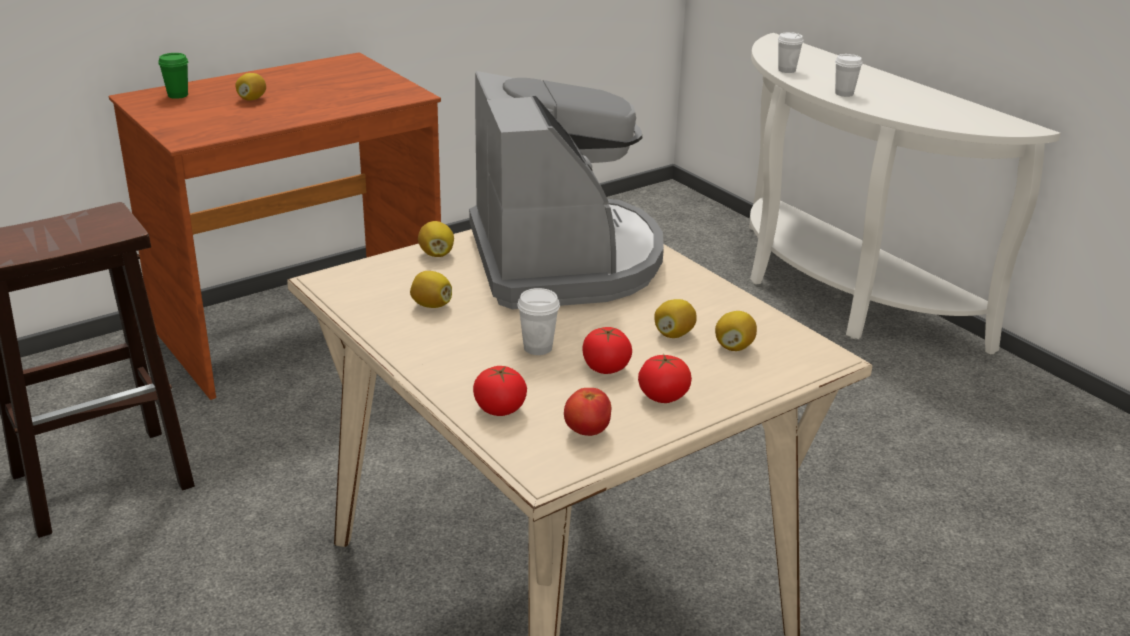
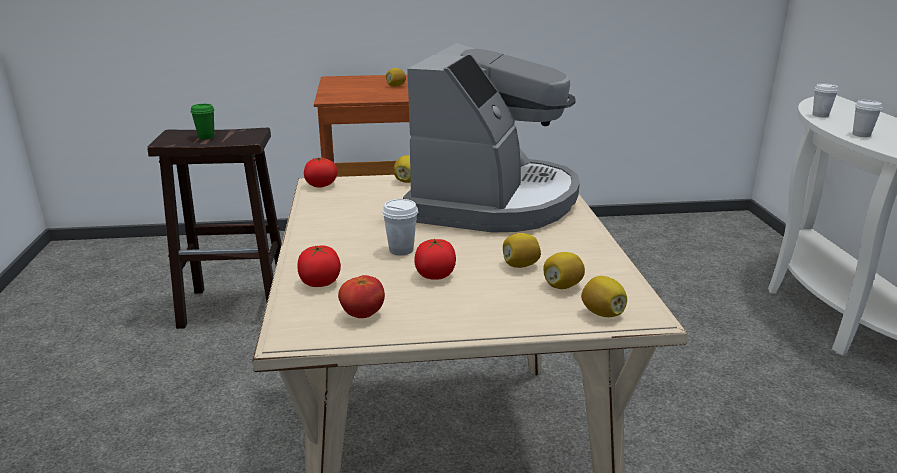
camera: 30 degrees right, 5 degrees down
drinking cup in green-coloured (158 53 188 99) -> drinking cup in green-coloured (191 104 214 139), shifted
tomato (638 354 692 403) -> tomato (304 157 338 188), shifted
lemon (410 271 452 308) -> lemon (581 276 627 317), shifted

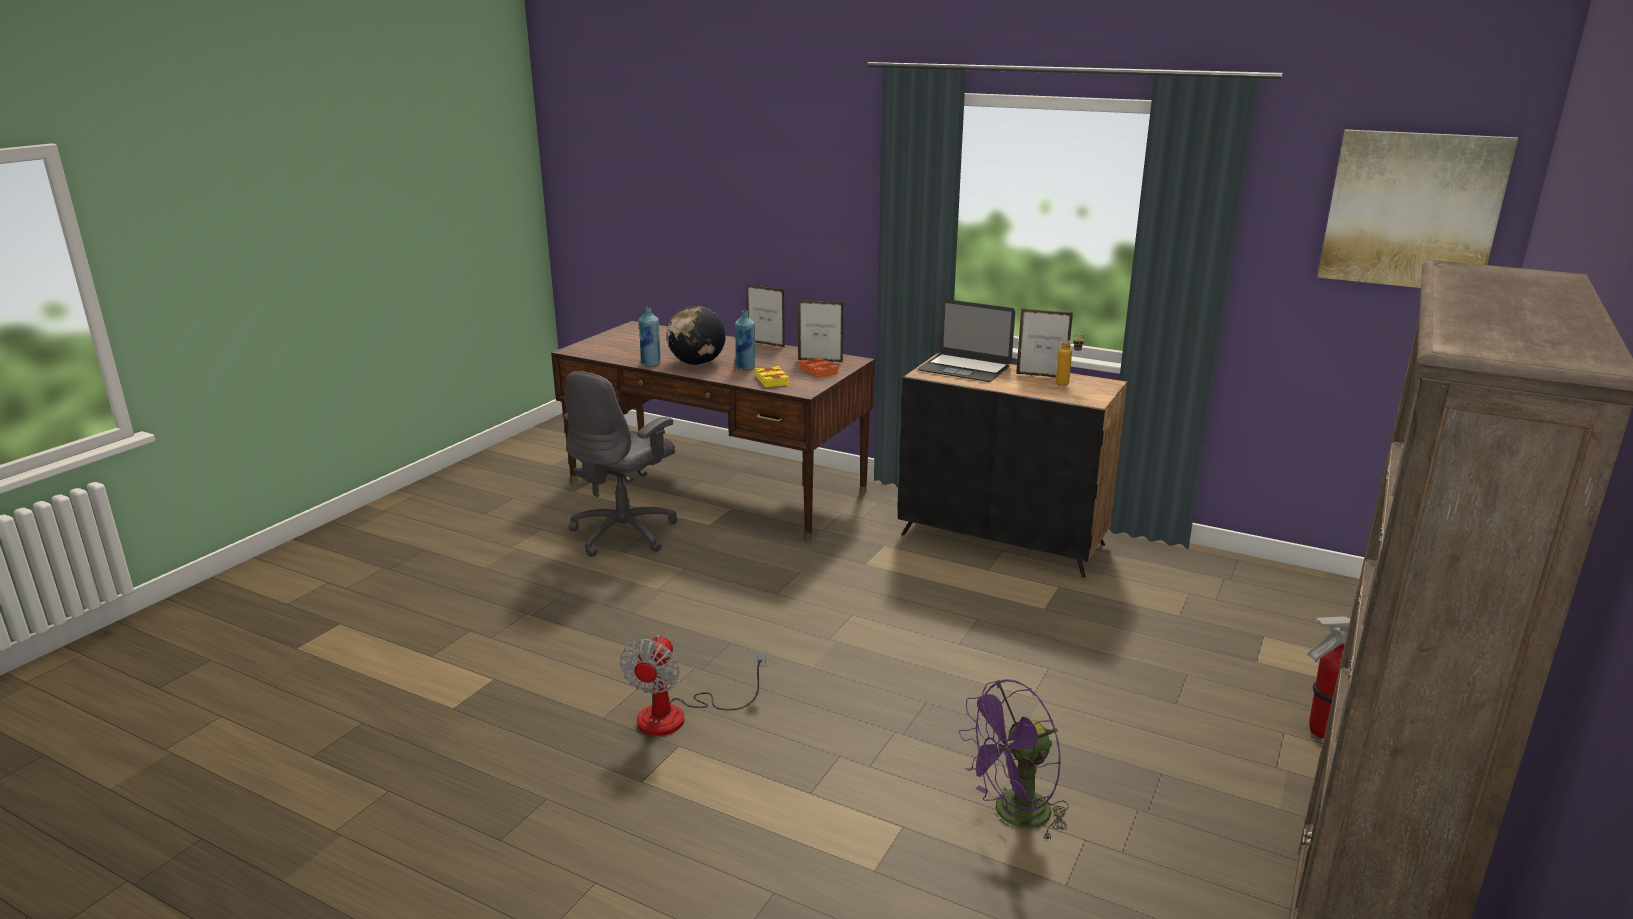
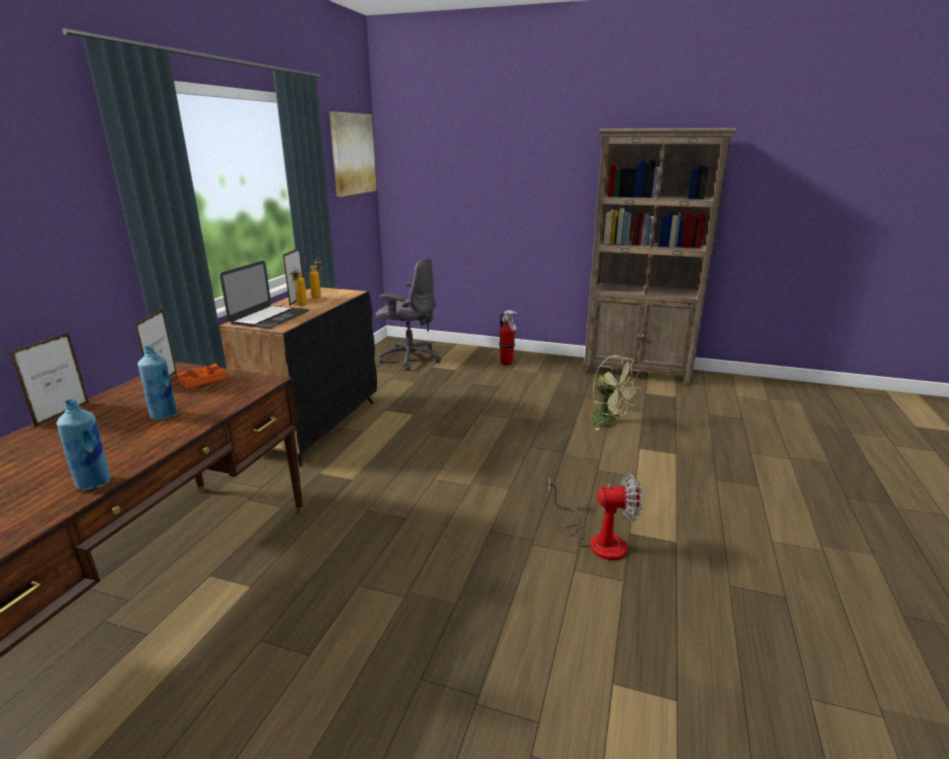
camera: 100 degrees left, 0 degrees up
none -> drink bottle (291 267 307 306)
computer chair in grey (563 371 677 557) -> computer chair in grey (375 257 441 371), shifted
fan in purple (959 679 1069 842) -> fan in green-coloured (590 355 641 431)
desk globe (667 306 726 365) -> none
bound book in yellowish (755 366 789 387) -> none

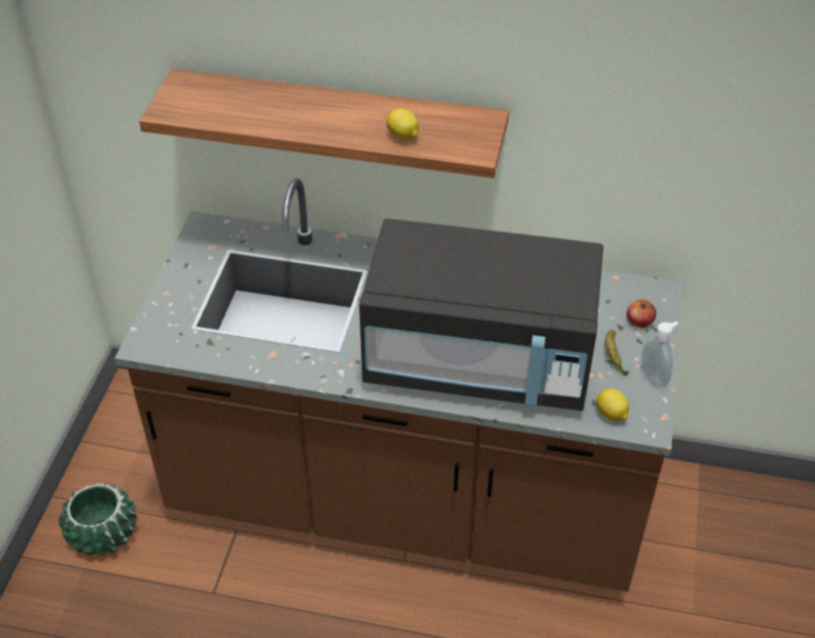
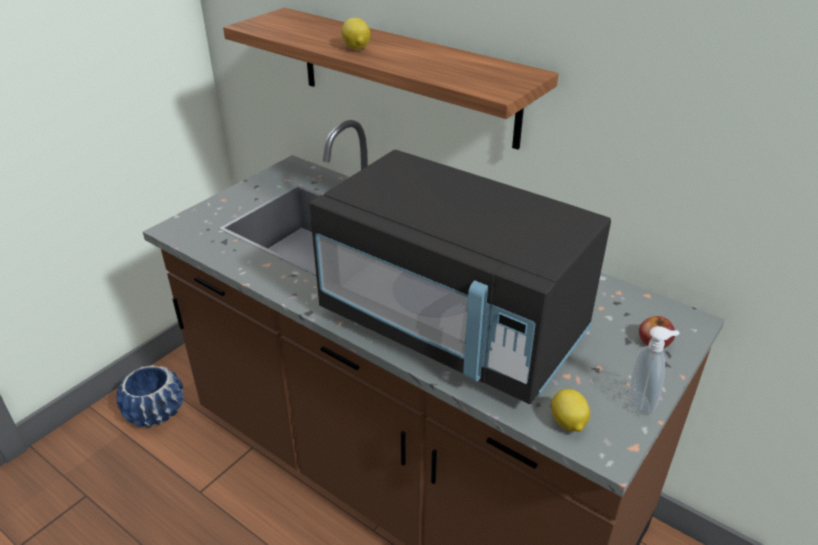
camera: 25 degrees right, 10 degrees down
plant pot in green-coloured (59 482 137 556) -> plant pot in blue-coloured (116 365 183 427)
lemon (386 109 419 141) -> lemon (341 18 371 50), shifted
banana (605 330 628 376) -> none

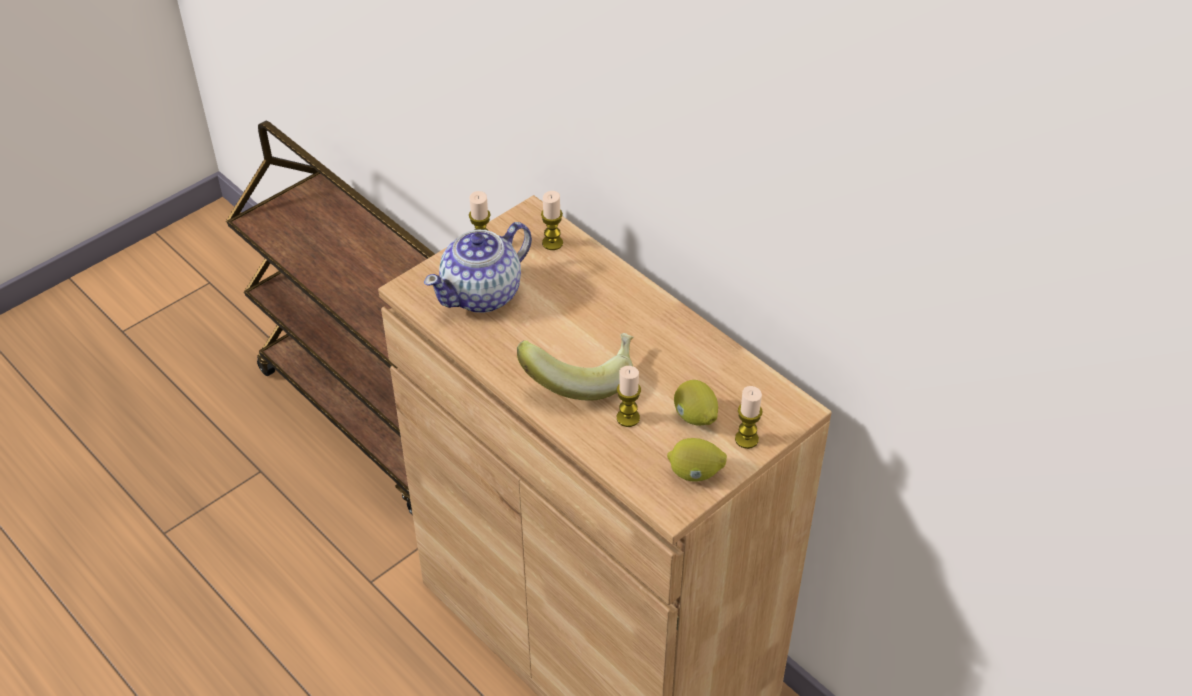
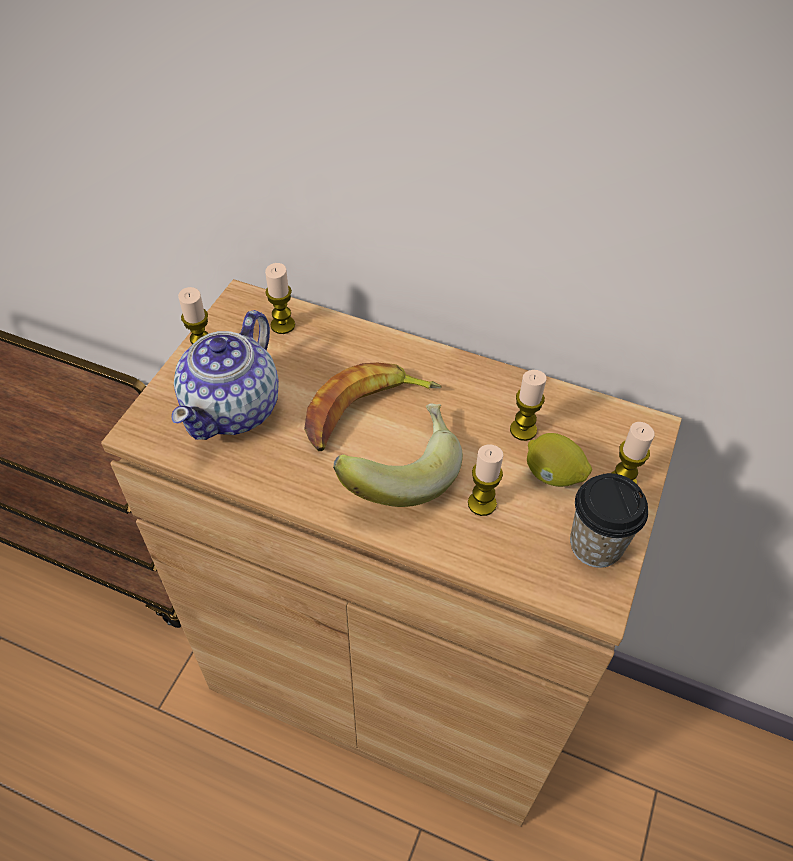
camera: 25 degrees left, 5 degrees up
none -> banana (304 363 442 451)
none -> wax candle (510 370 547 441)
lemon (667 438 727 482) -> drinking cup (570 473 648 568)

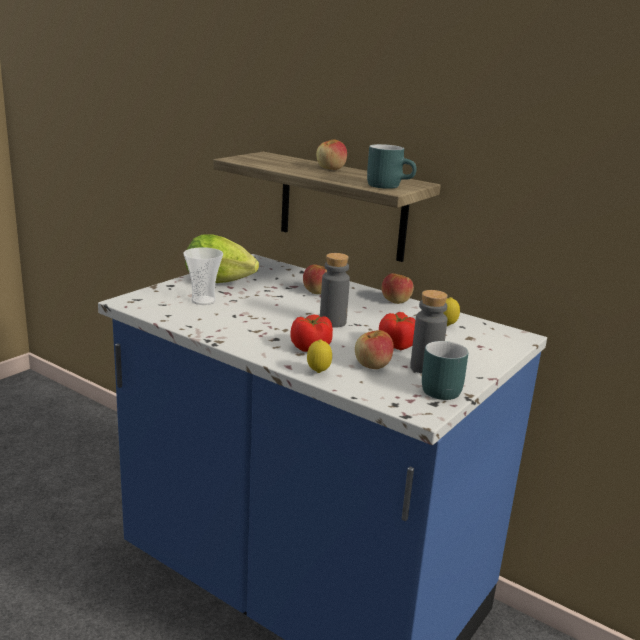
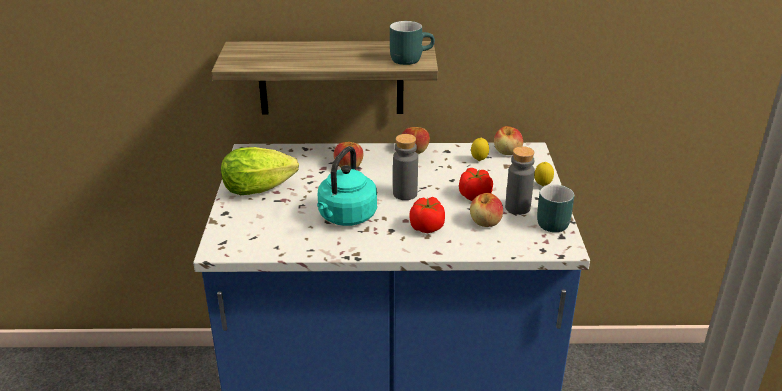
camera: 35 degrees left, 10 degrees up
none -> tea kettle in blue-green (317 146 377 226)
apple fruit (316 140 347 170) -> apple fruit (494 126 523 155), shifted
lemon (307 339 332 373) -> lemon (534 162 554 186), shifted
drinking cup (183 247 223 305) -> none

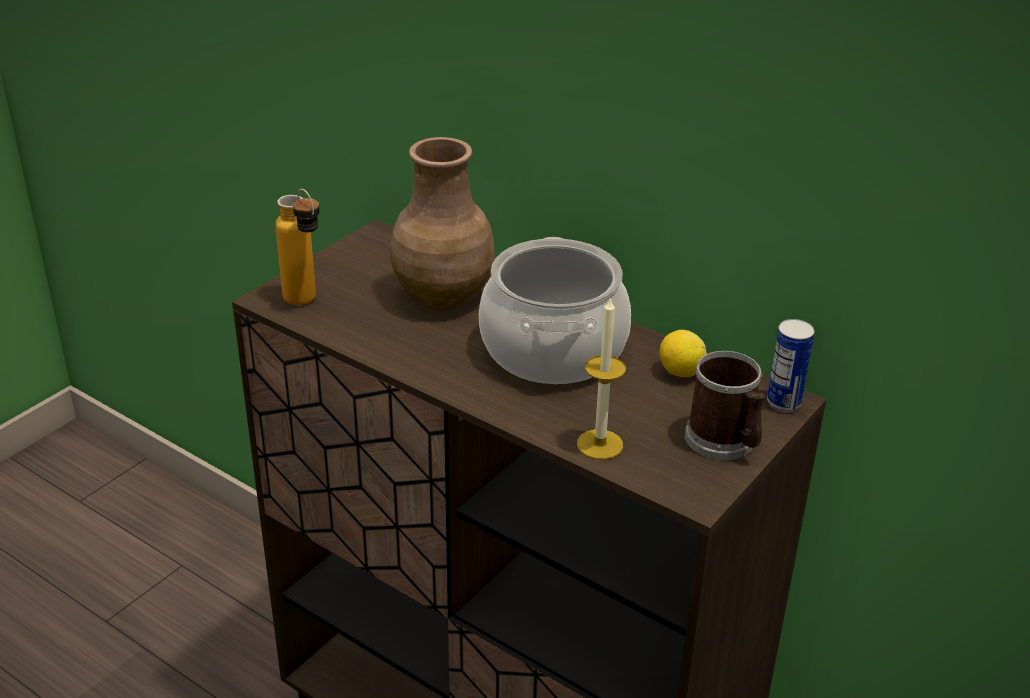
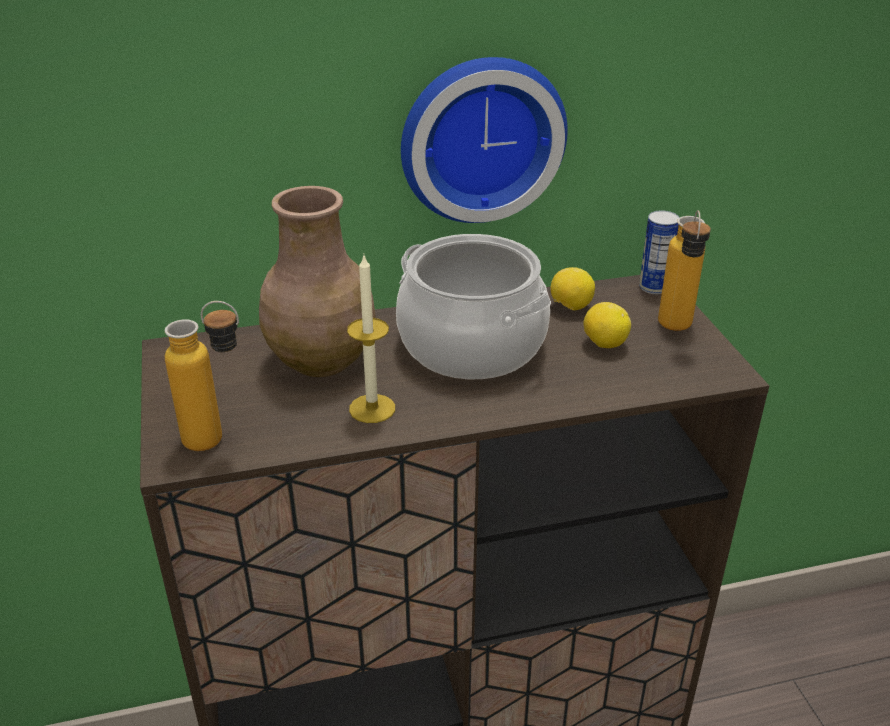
camera: 50 degrees left, 0 degrees up
wax candle (577 296 626 460) -> wax candle (347 256 395 423), shifted
none -> wall clock (401 57 568 223)
none -> lemon (583 302 631 348)
coffee mug (685 351 765 460) -> drink bottle (658 210 711 331)

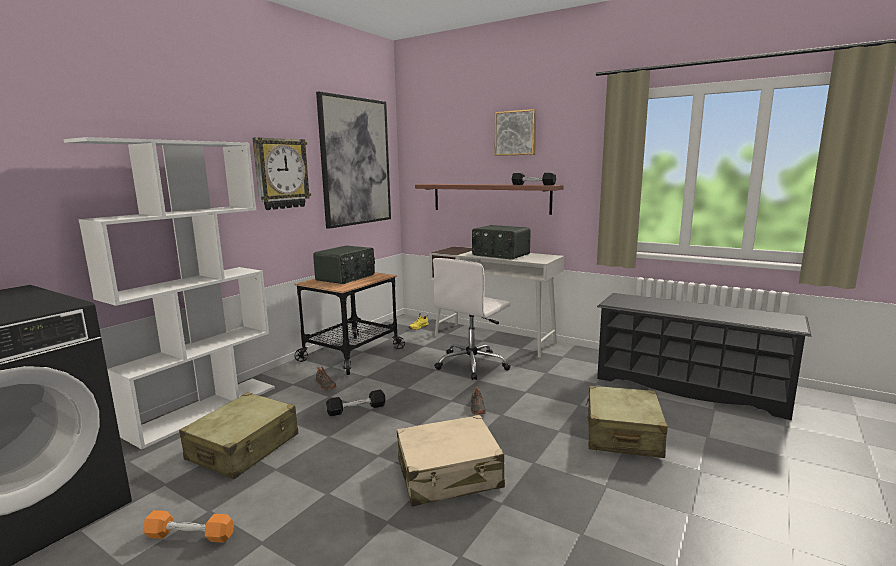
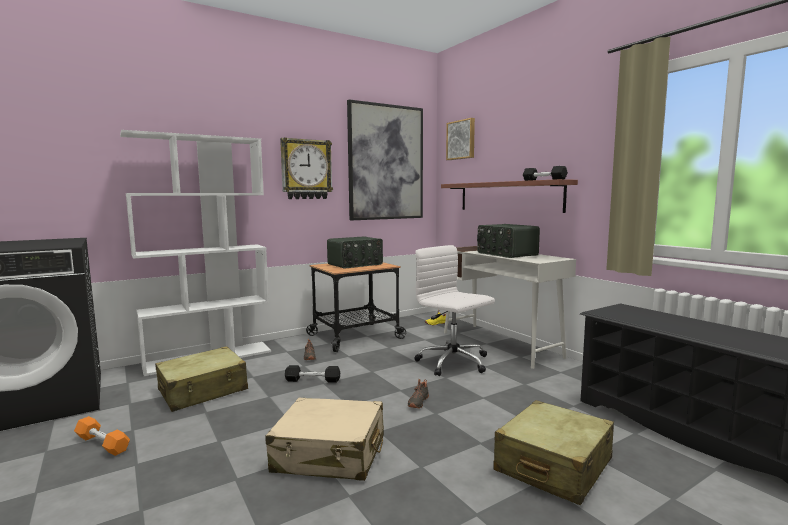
camera: 25 degrees right, 5 degrees down
computer chair in white-coloured (433 258 511 380) -> computer chair in white-coloured (414 245 495 376), 75 degrees clockwise
wall art (495 109 536 156) -> wall art (446 118 475 160), shifted

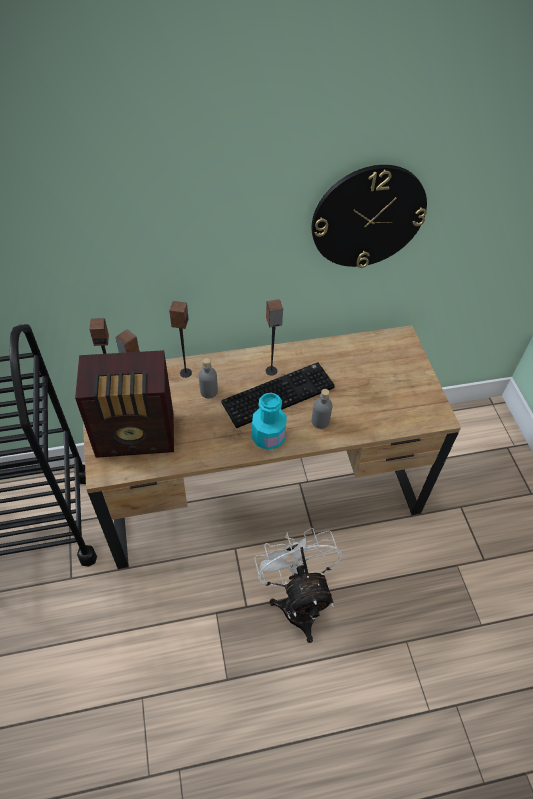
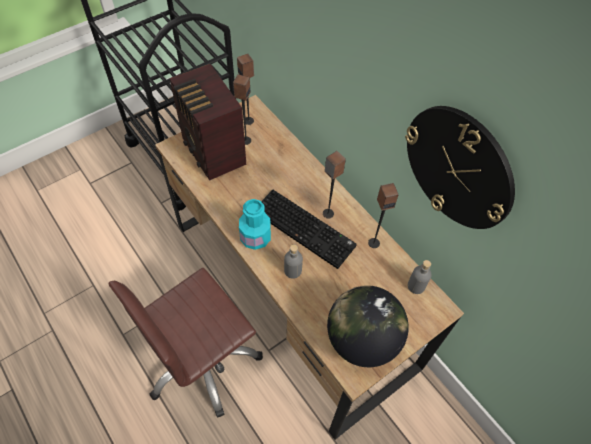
camera: 65 degrees right, 5 degrees up
fan in white-coloured (254 527 342 643) -> computer chair in brown (109 268 263 418)
none -> desk globe (327 285 409 367)
loudspeaker (169 301 192 378) -> loudspeaker (368 183 399 248), shifted
drink bottle in grey (199 358 218 398) -> drink bottle in grey (408 260 432 294), shifted

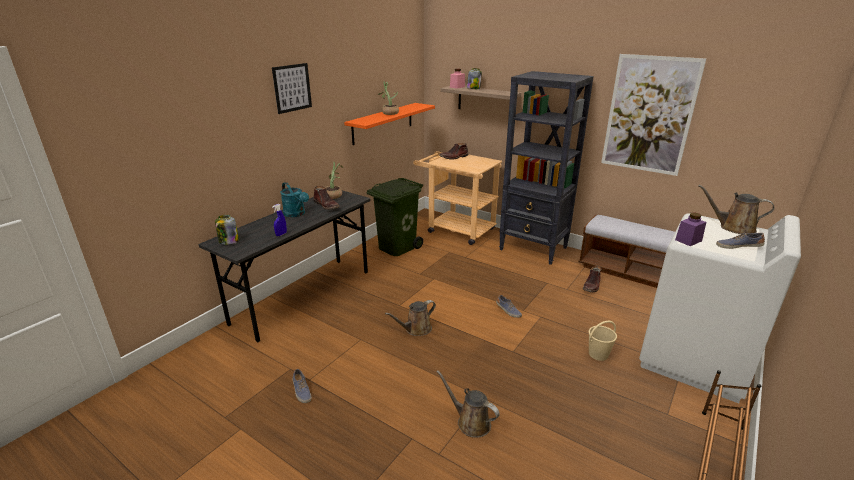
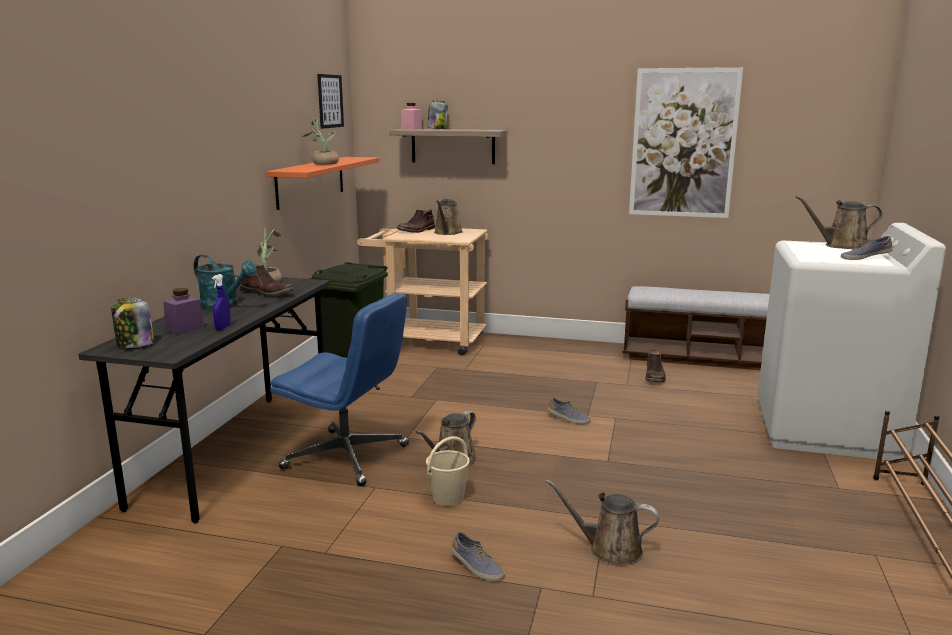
camera: 20 degrees left, 10 degrees down
preserve jar in purple (675 212 706 246) -> preserve jar in purple (163 288 204 335), shifted
none -> computer chair in blue-coloured (270 293 409 486)
wall art (272 63 312 114) -> wall art (317 74 344 129), shifted
pail in sand-coloured (589 321 617 361) -> pail in sand-coloured (426 436 470 506), shifted
none -> watering can in brown (434 199 463 235)
low shoe (292 369 311 403) -> low shoe (451 532 505 581), shifted
bookcase in black-coloured (499 71 594 265) -> none

